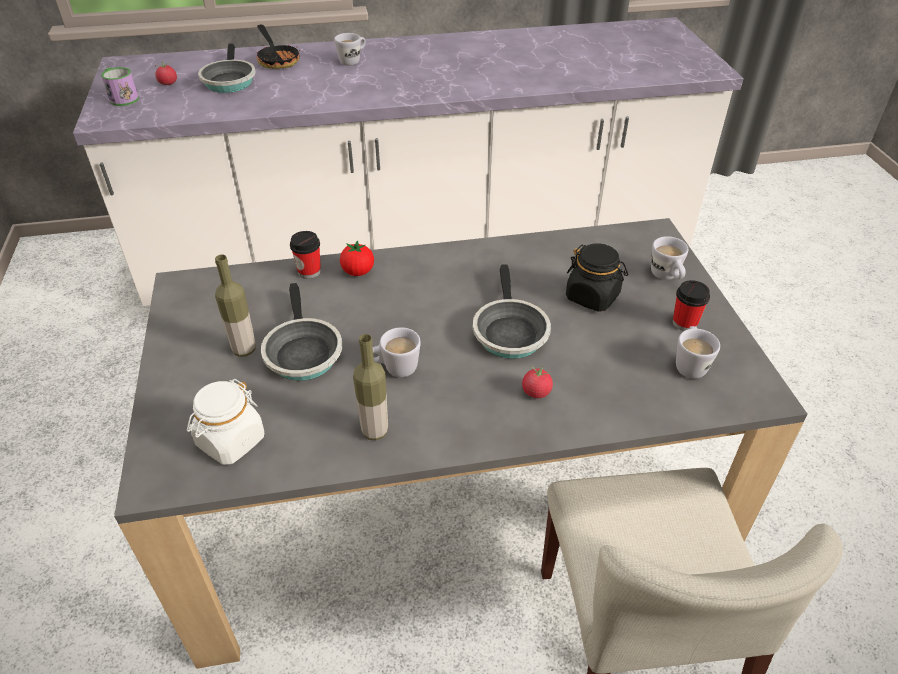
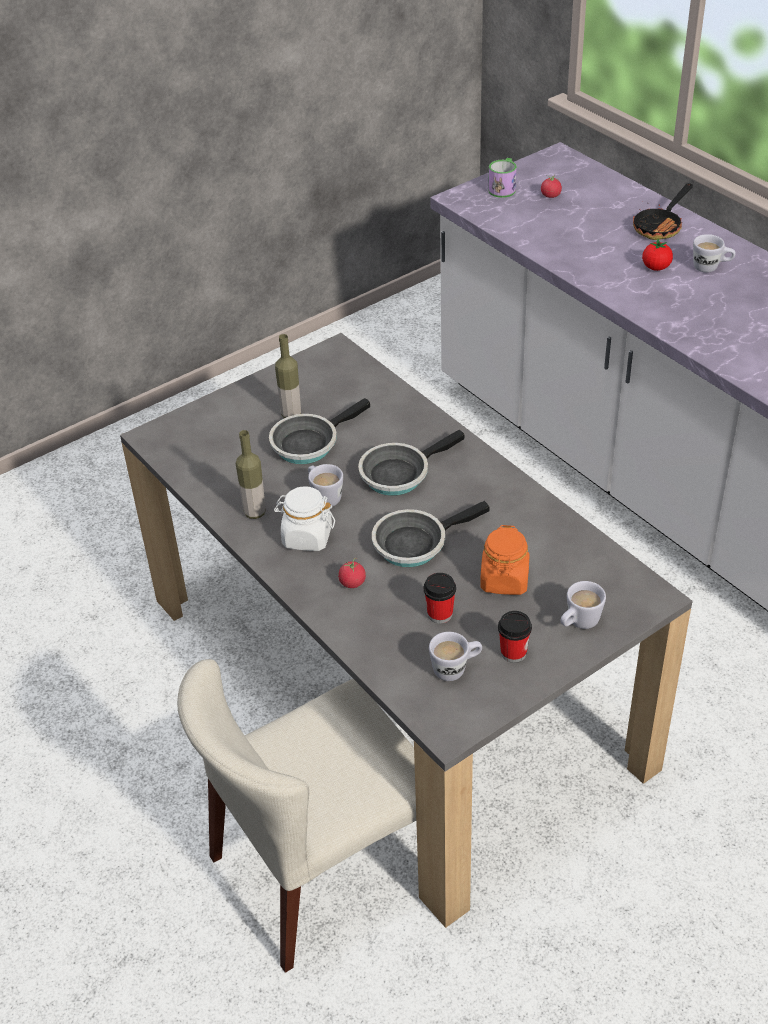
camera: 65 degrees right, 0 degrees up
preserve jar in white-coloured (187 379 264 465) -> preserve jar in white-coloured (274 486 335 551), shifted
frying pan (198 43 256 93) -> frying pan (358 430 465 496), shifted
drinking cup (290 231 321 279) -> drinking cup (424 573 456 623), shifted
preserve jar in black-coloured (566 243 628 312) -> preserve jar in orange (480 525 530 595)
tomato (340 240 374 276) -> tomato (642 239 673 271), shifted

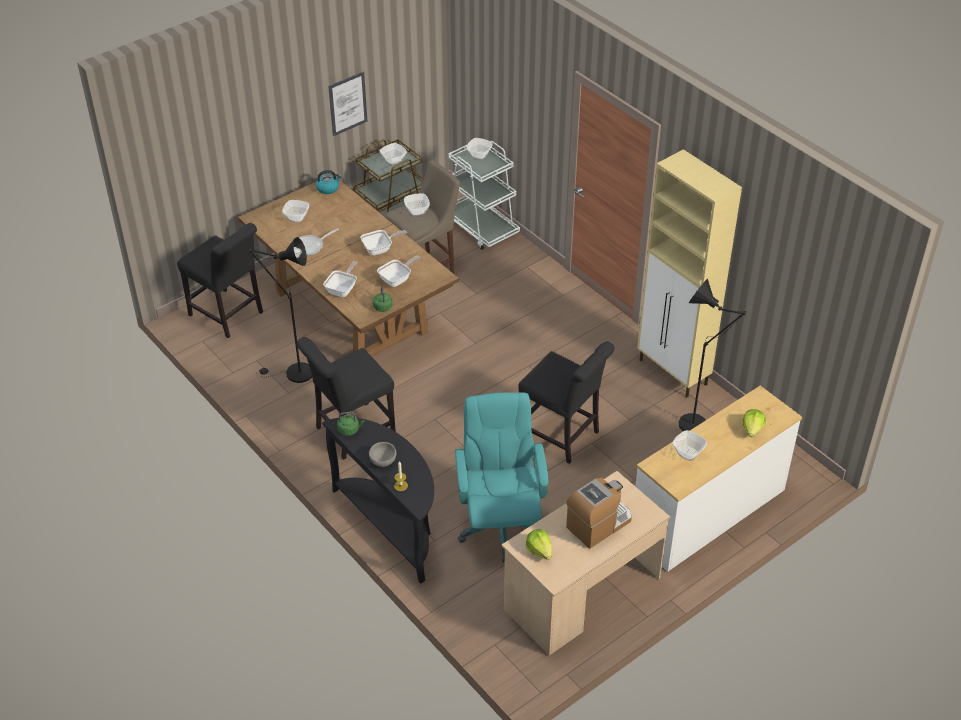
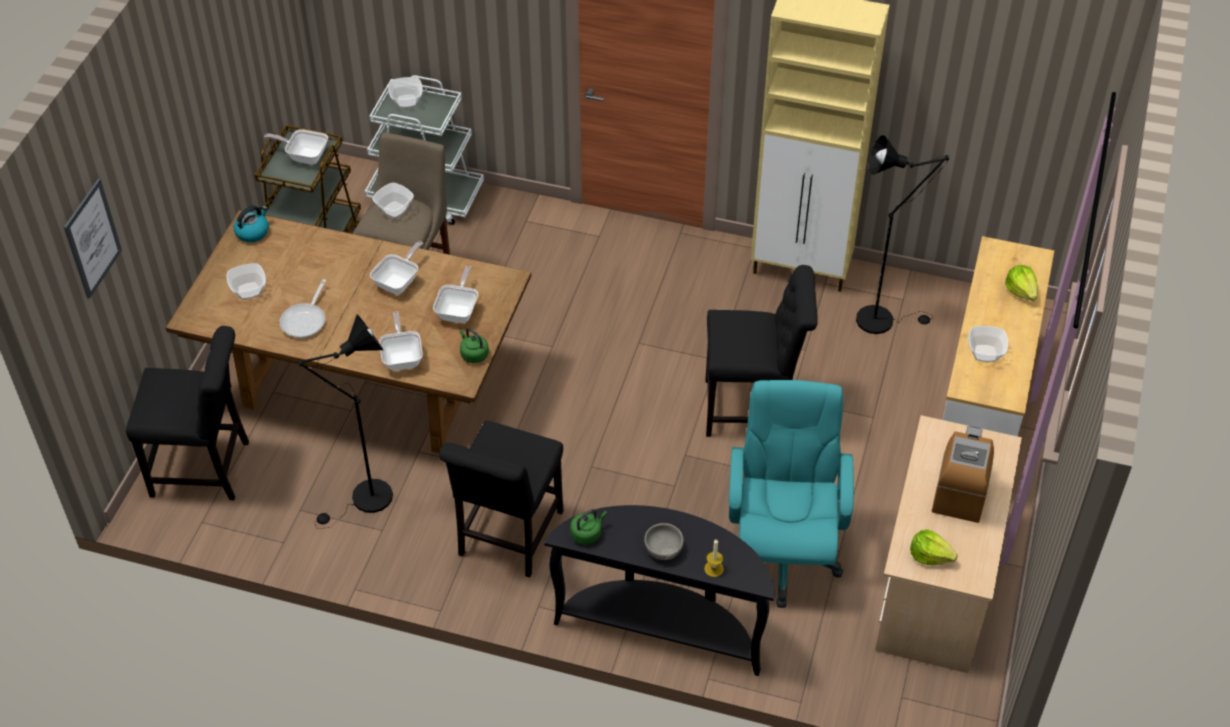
camera: 35 degrees left, 5 degrees up
wall art (328 71 367 136) -> wall art (64 178 122 299), shifted
serving bowl (379 143 407 165) -> frying pan (264 129 328 165)
computer chair in blue-green (455 392 548 563) -> computer chair in blue-green (729 380 854 608), 45 degrees clockwise

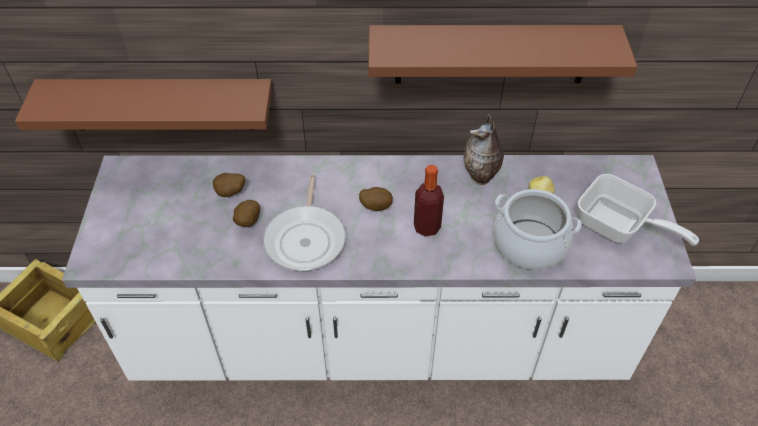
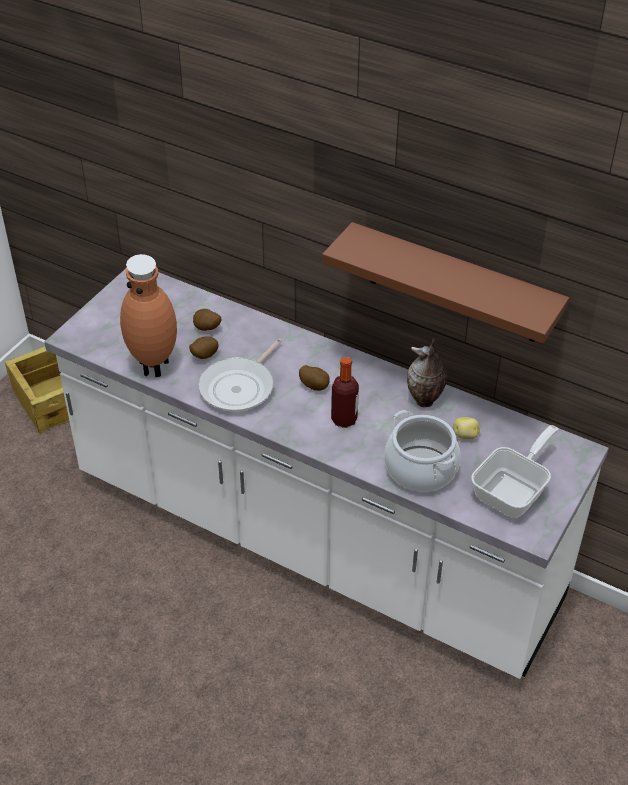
camera: 30 degrees right, 5 degrees down
none -> decorative vase in brown (120 254 177 378)
frying pan (578 174 699 246) -> frying pan (471 425 558 518), 120 degrees counterclockwise
wall shelf in brown (15 79 272 130) -> none

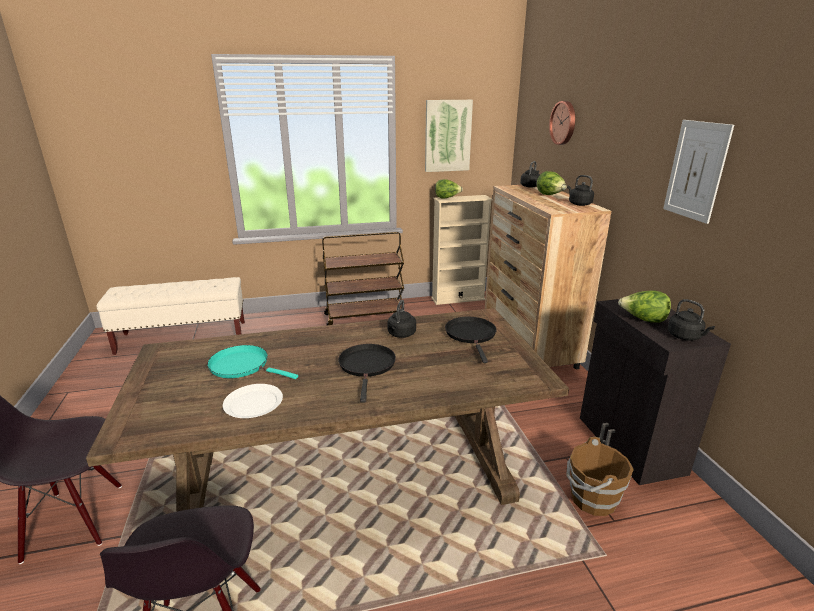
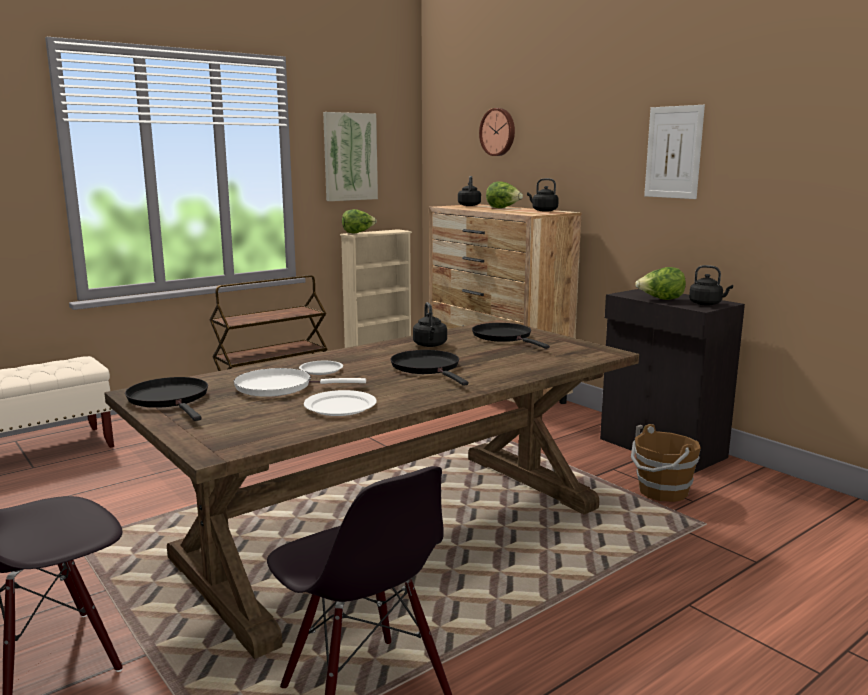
camera: 25 degrees left, 10 degrees down
none -> frying pan in black-coloured (125 377 208 421)
frying pan in blue-green (207 345 298 379) -> frying pan in white-coloured (234 368 366 397)
none -> dinner plate in white-coloured (299 361 343 375)

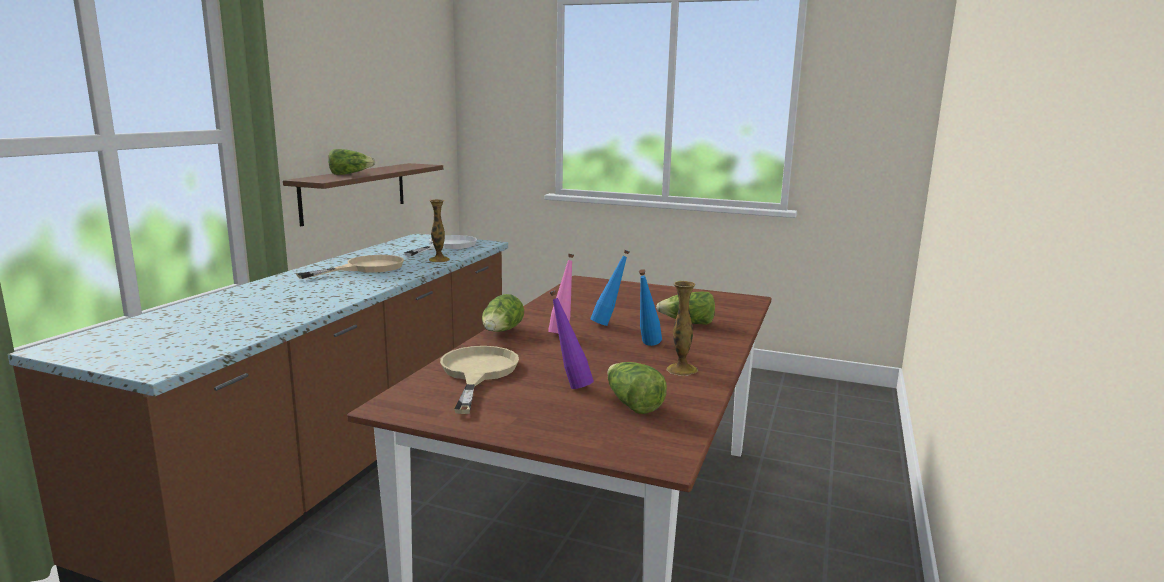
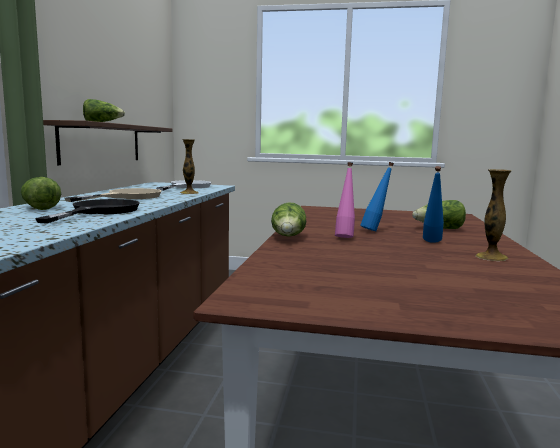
camera: 10 degrees left, 5 degrees down
head of lettuce (607 362 667 414) -> head of lettuce (21 177 61 210), shifted
none -> frying pan in black-coloured (35 199 140 223)
frying pan in sand-coloured (440 346 519 414) -> none
drink bottle in purple (550 291 594 389) -> none

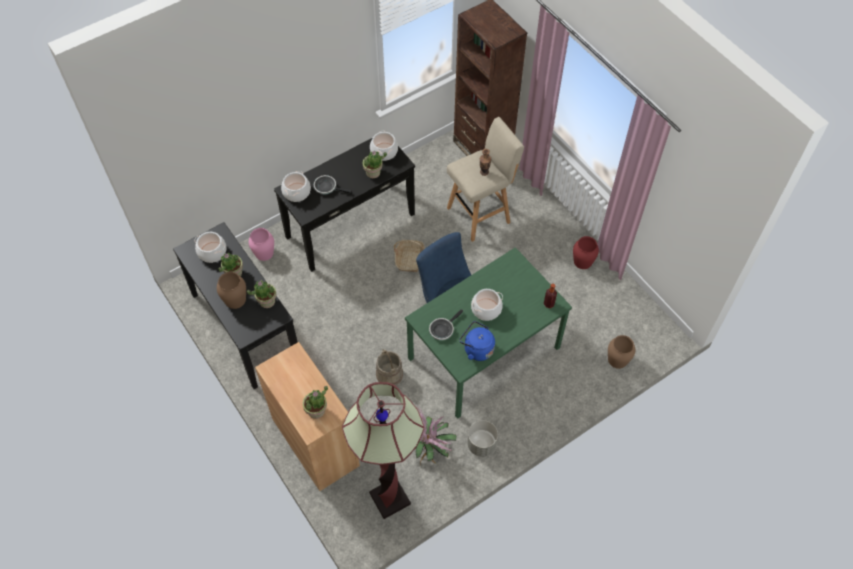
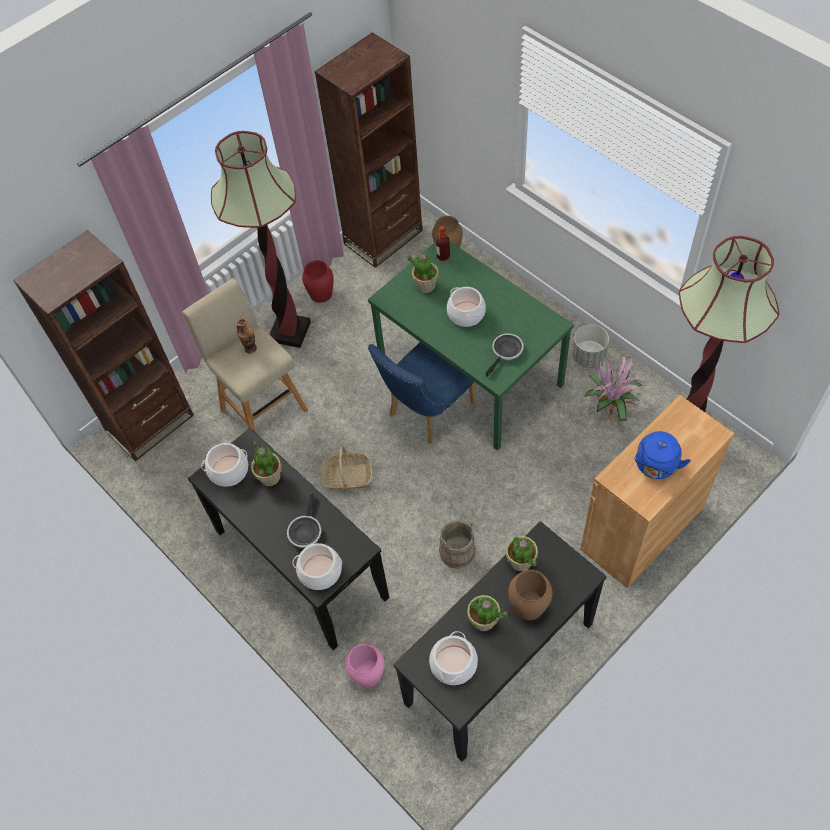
camera: 95 degrees left, 0 degrees up
none -> standard lamp (211 131 311 348)
none -> bookcase in brown (315 32 423 268)
houseplant (302 386 328 419) -> houseplant (407 253 438 293), shifted
pail in sand-coloured (376 349 403 386) -> pail in sand-coloured (439 521 476 569), shifted
frying pan (429 309 463 340) -> frying pan (486 333 524 377), 90 degrees counterclockwise
tea kettle in blue-coloured (459 321 495 361) -> tea kettle in blue-coloured (634 431 691 479), shifted

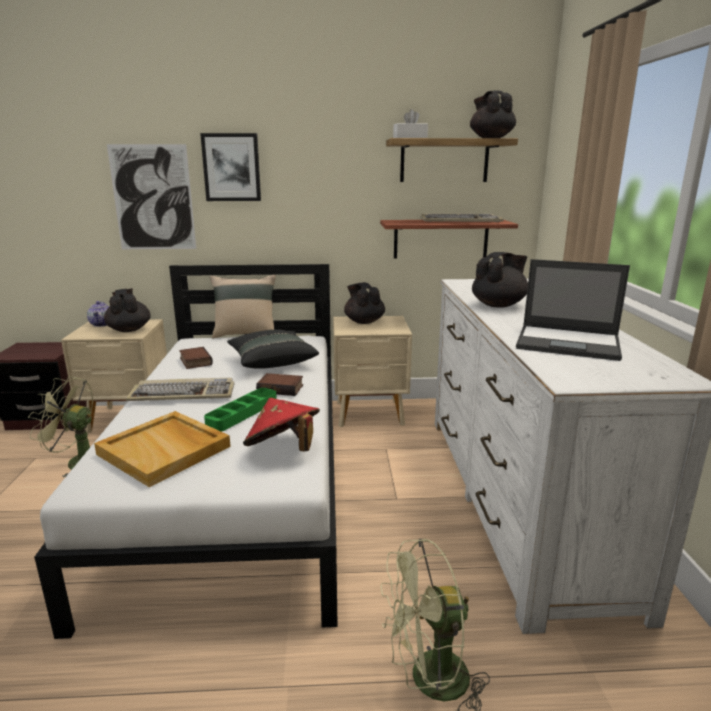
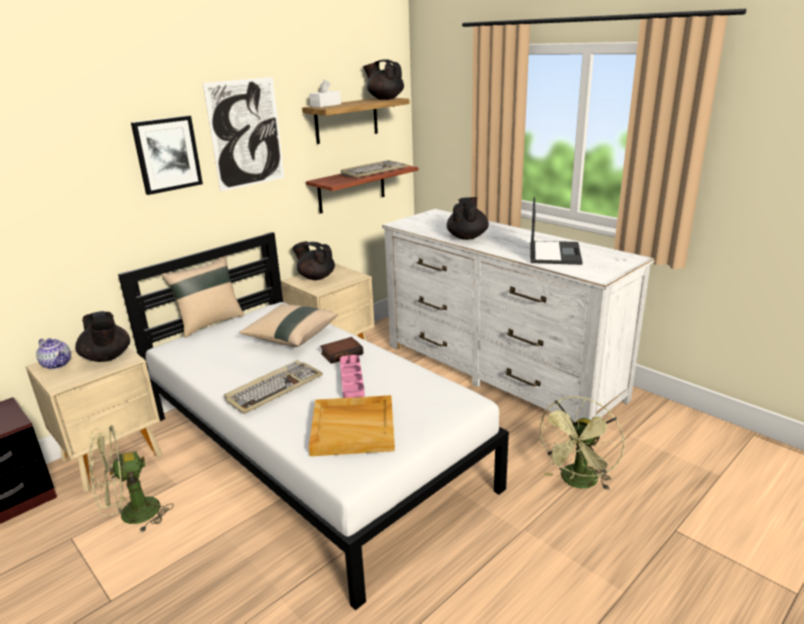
camera: 40 degrees left, 5 degrees up
tea pot in black-coloured (104 288 151 332) -> tea pot in black-coloured (75 311 130 362), 150 degrees counterclockwise
wall art (107 144 196 249) -> wall art (203 77 284 191), shifted
pillow in black-coloured (227 330 319 369) -> pillow in sand-coloured (239 304 337 347)
tray in green-coloured (204 388 277 432) -> tray in pink-coloured (340 355 365 398)
notebook computer (516 259 630 361) -> notebook computer (530 197 582 265), 60 degrees counterclockwise
bound book (179 347 213 369) -> none
clothing hat in reddish (243 398 320 451) -> none

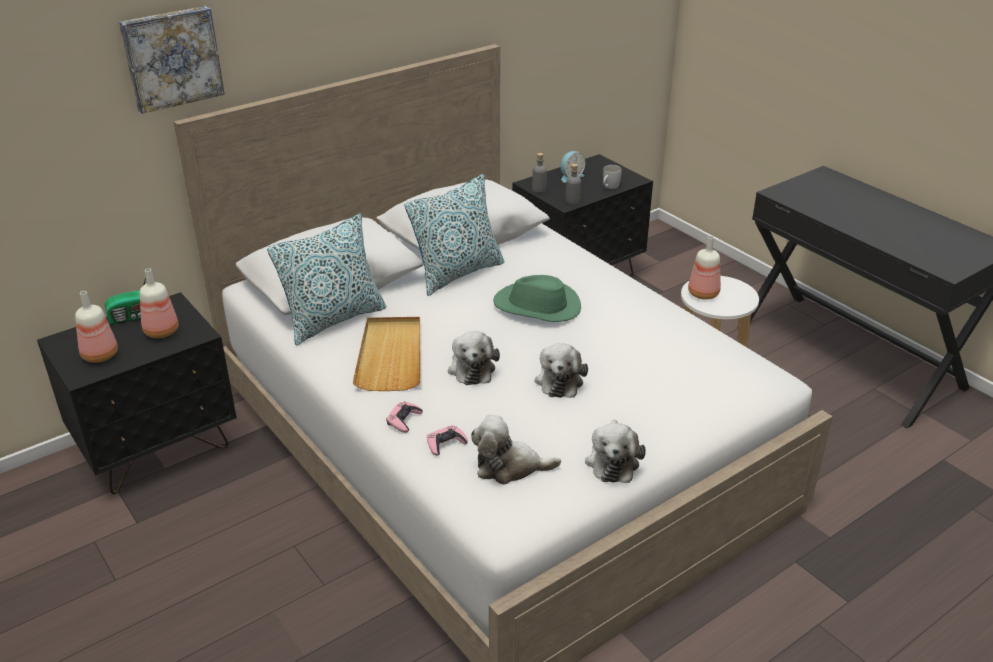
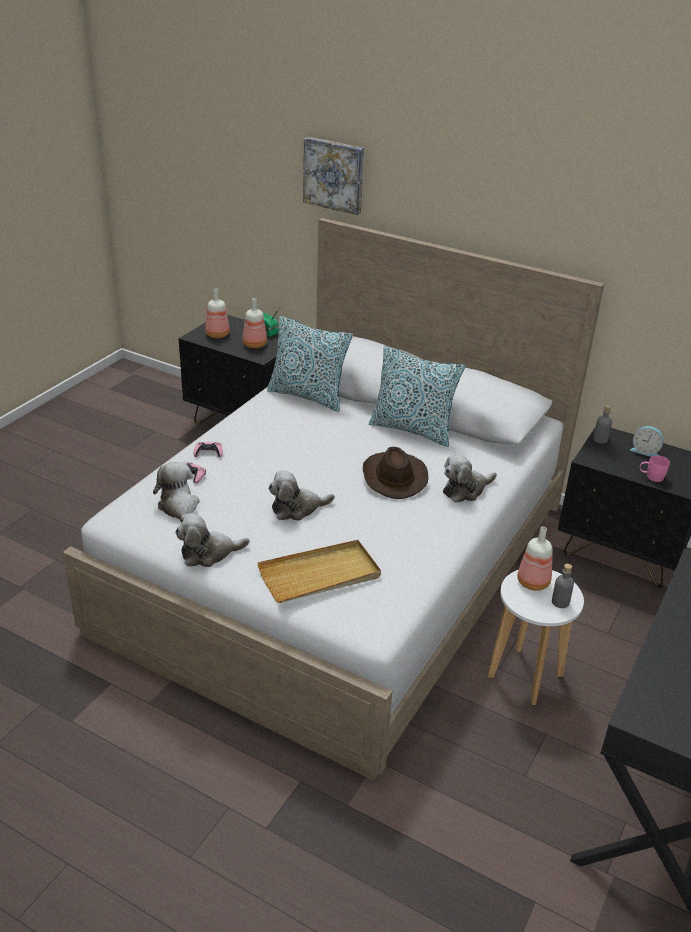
camera: 65 degrees right, 0 degrees up
tray in sand-coloured (353 317 421 391) -> tray in sand-coloured (257 540 381 603), shifted
clothing hat in green-coloured (493 275 581 322) -> clothing hat in brown (363 447 428 499)
soft toy (448 331 500 385) -> soft toy (443 455 497 503), shifted
drink bottle in grey (566 164 581 204) -> drink bottle in grey (552 564 574 608), shifted
coffee mug in white-coloured (603 165 622 189) -> coffee mug in pink-coloured (640 455 670 482)

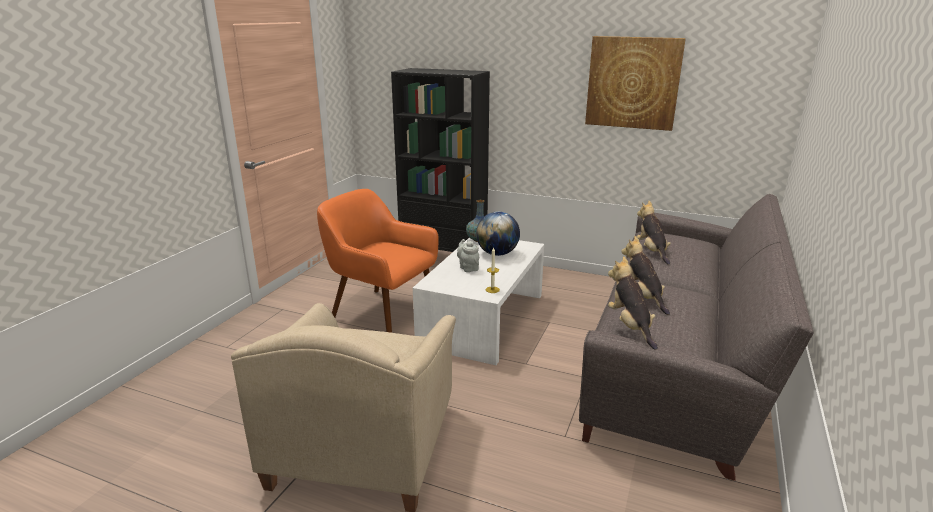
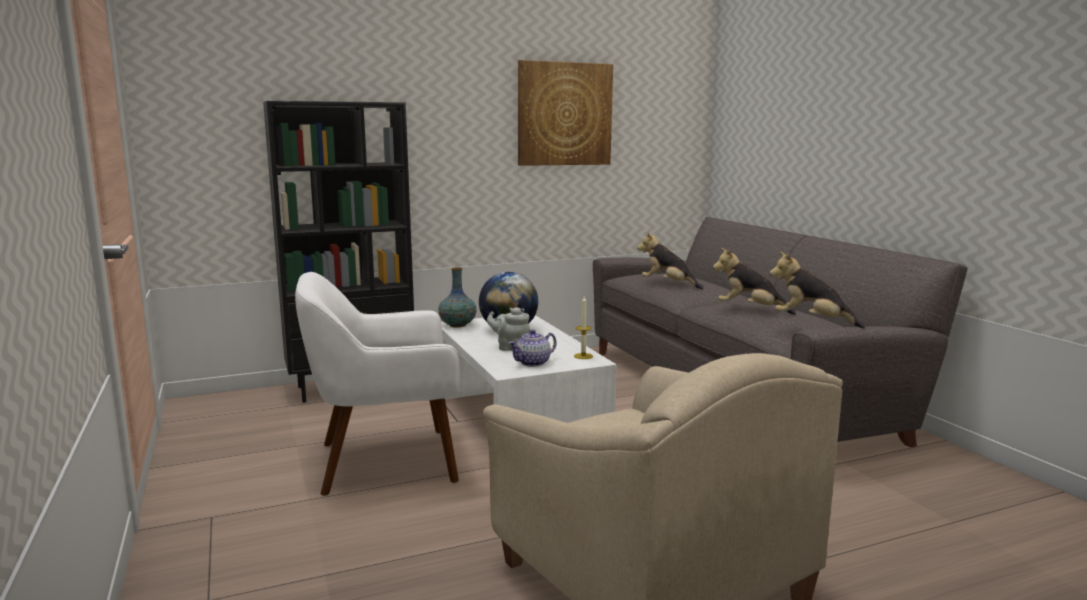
camera: 45 degrees left, 10 degrees down
lounge chair in orange (317 189 439 333) -> lounge chair in white-coloured (295 272 459 496)
none -> tea pot (509 330 557 367)

